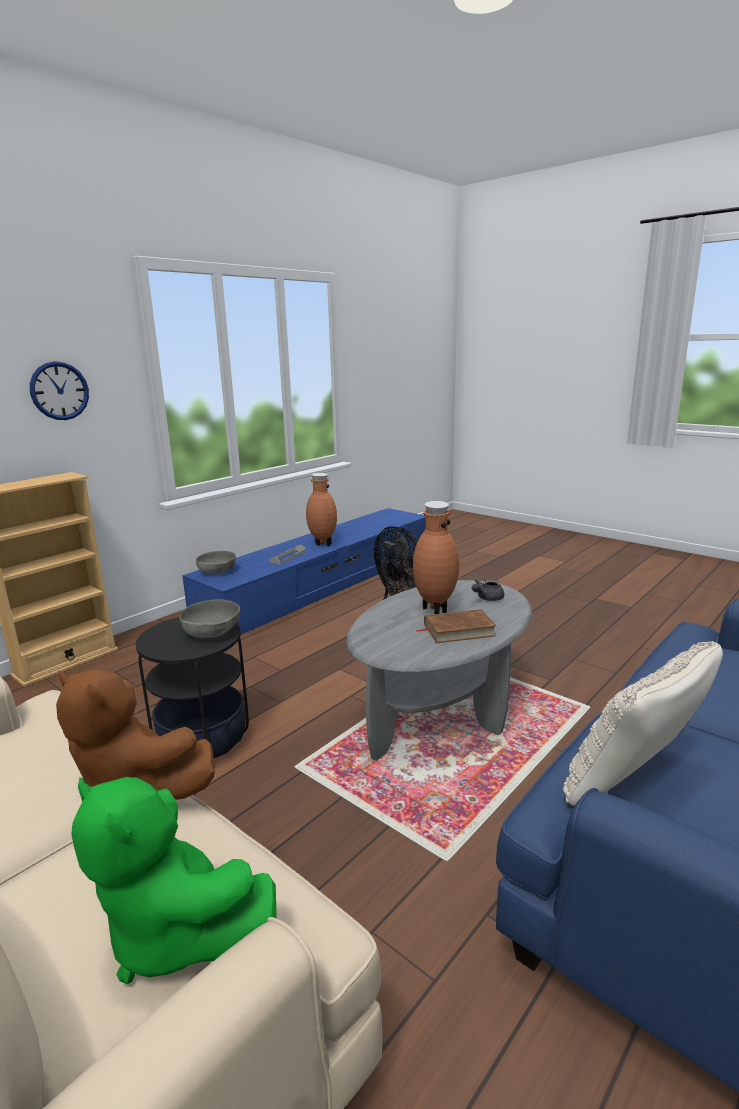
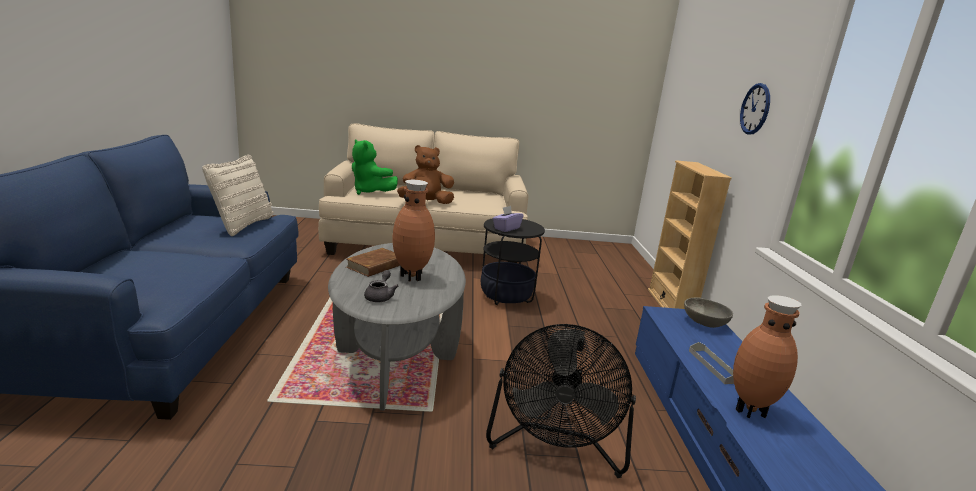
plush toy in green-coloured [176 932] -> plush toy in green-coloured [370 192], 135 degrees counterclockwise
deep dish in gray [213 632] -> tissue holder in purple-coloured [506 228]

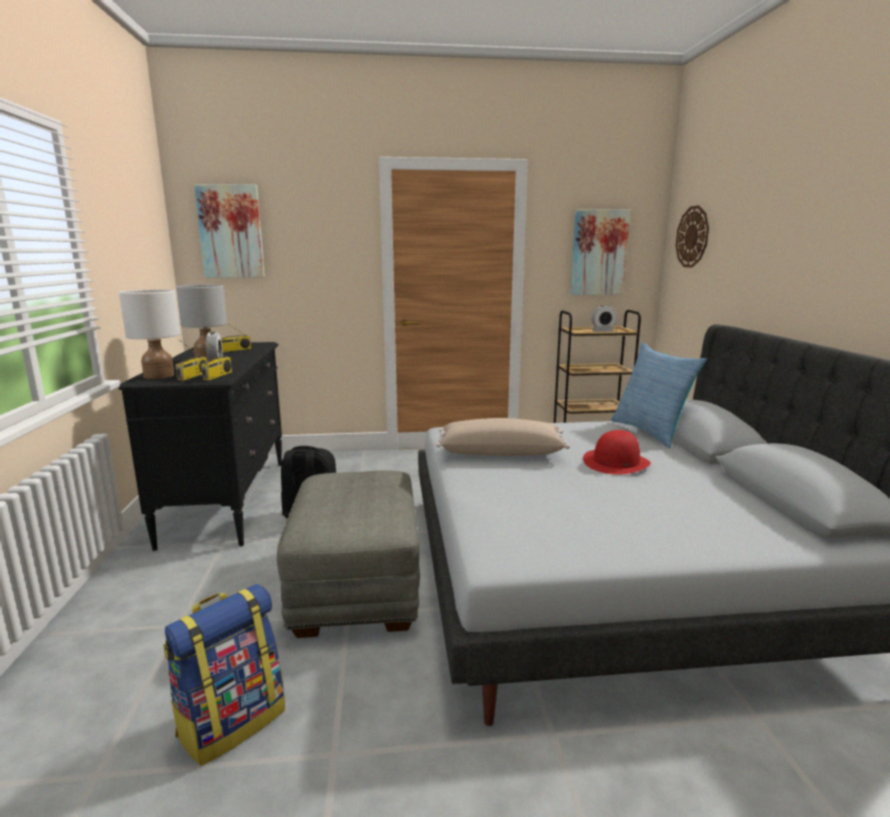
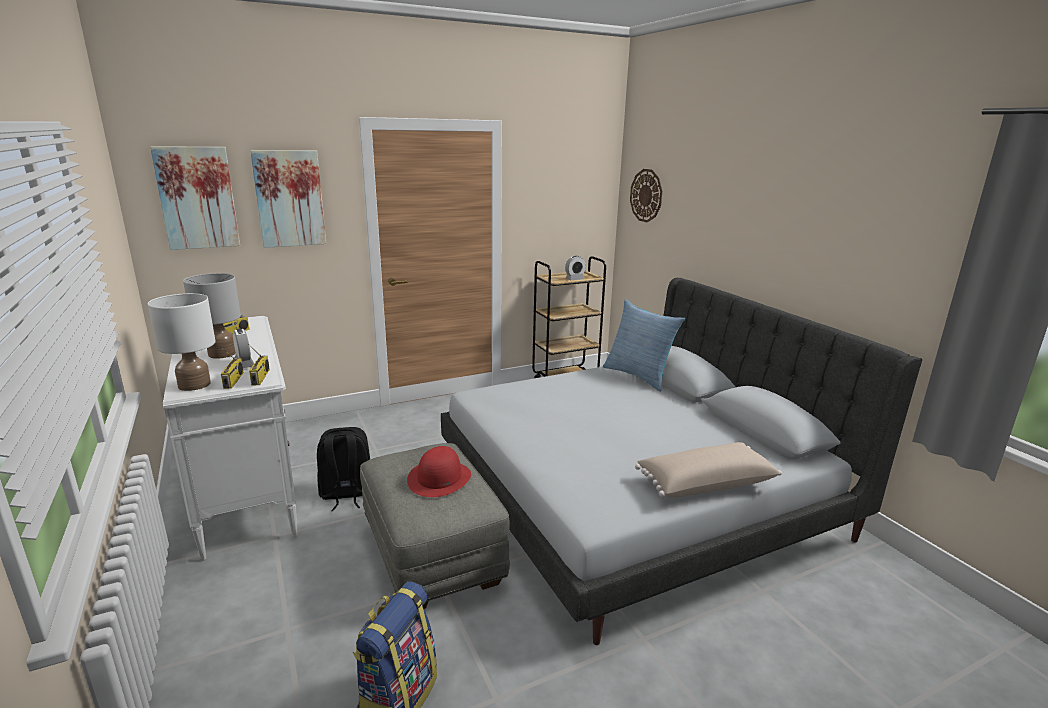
drawer chest in blackish [229 499] -> drawer chest in whitish [247 488]
wall art [598 252] -> wall art [289 199], relocated
wearable hat in red-coloured [616 462] -> wearable hat in red-coloured [439 478], relocated
pillow in beige-coloured [501 452] -> pillow in beige-coloured [704 483], relocated

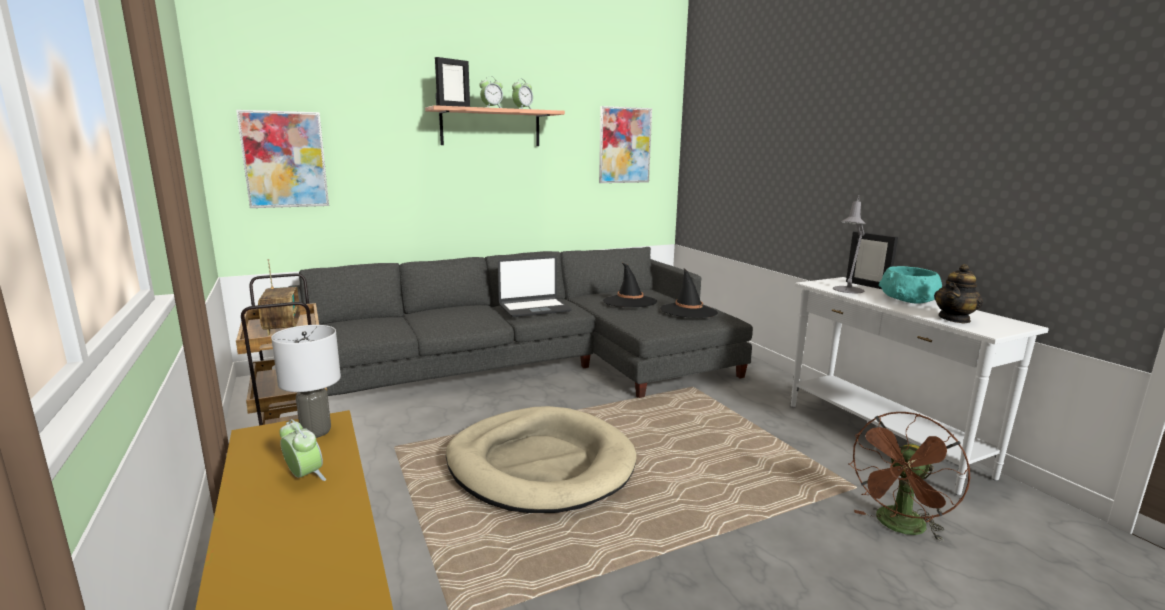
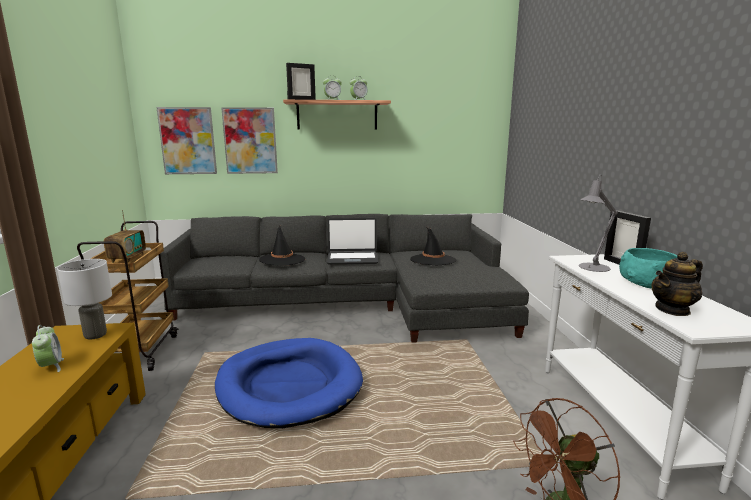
dog bed in beige-coloured [540 465] -> dog bed in blue-coloured [289 385]
wall art [624 145] -> wall art [250 141], relocated
wearable hat in blackish [688 311] -> wearable hat in blackish [282 260], relocated

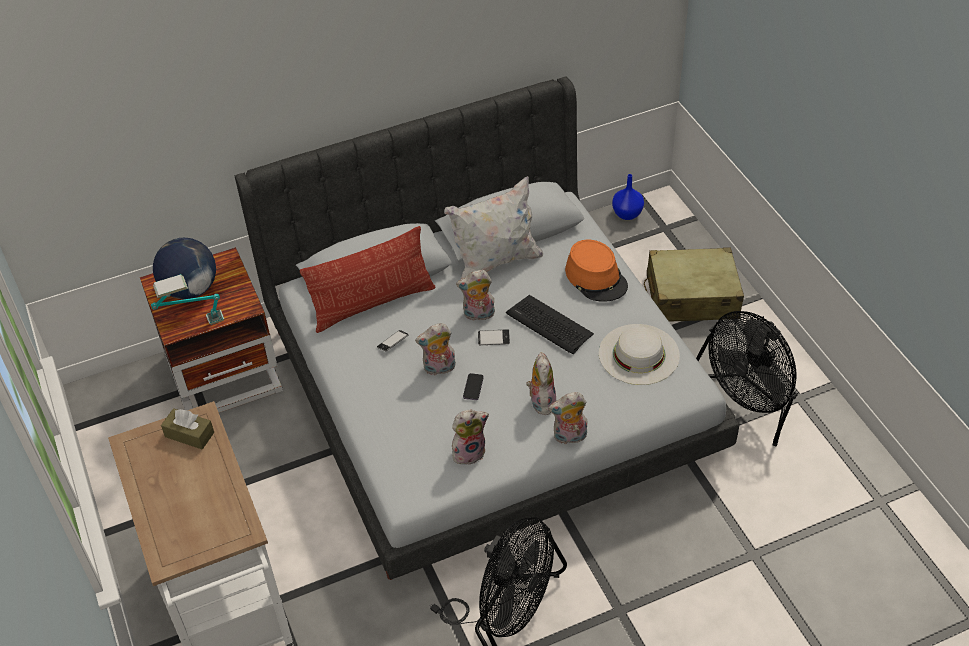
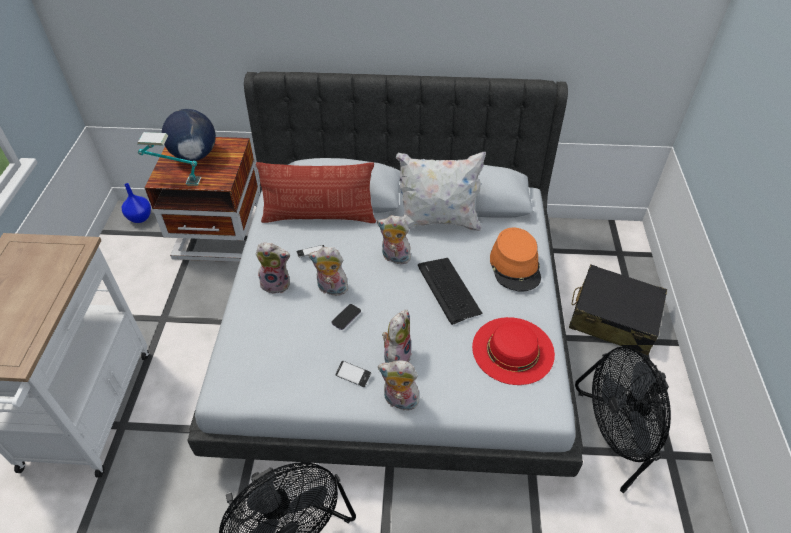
flower vase in blue-coloured [627 214] -> flower vase in blue-coloured [140 218], relocated
plush toy [469 452] -> plush toy [277 283], relocated
handset [493 339] -> handset [353 375], relocated
wearable hat in whitish [638 354] -> wearable hat in red-coloured [513 350]
suitcase in beige-coloured [691 297] -> suitcase in blackish [613 318]
tissue holder in brown-coloured [189 434] -> none

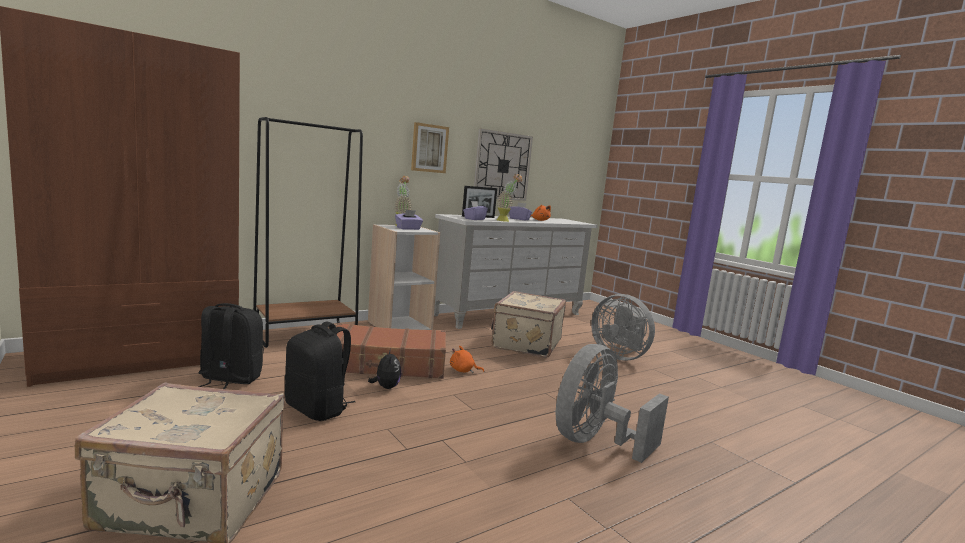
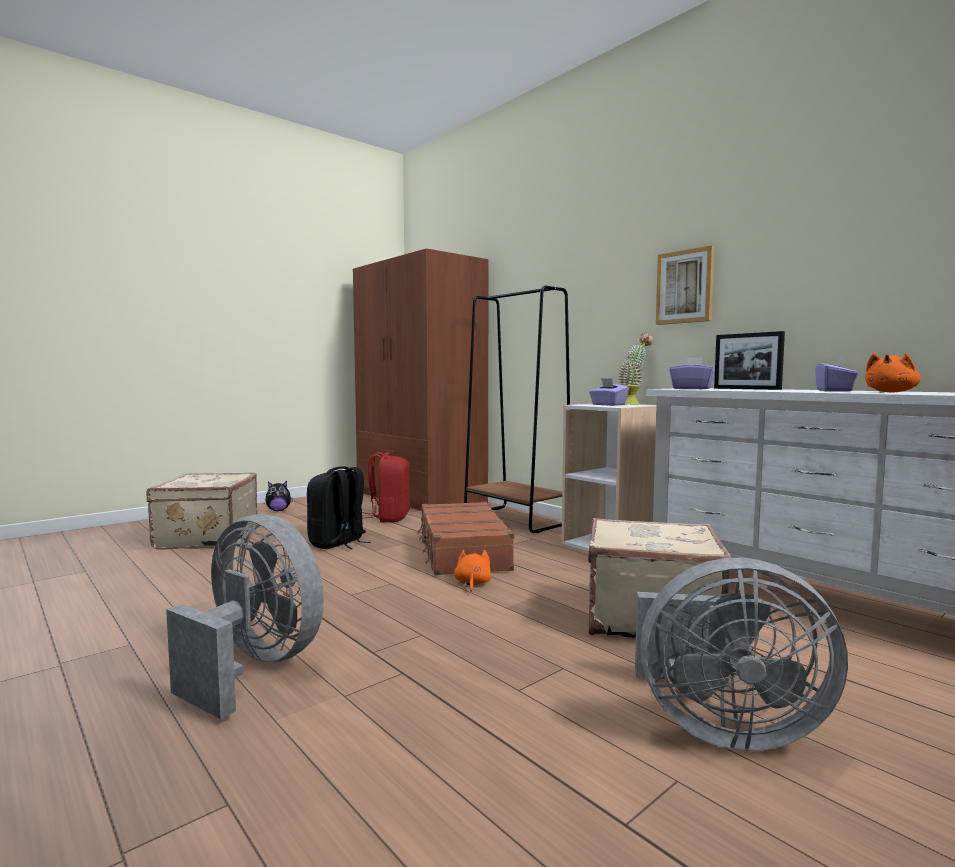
plush toy [386 387] -> plush toy [278 510], relocated
knapsack in blackish [229 379] -> knapsack in red-coloured [389 518]
electric fan in gray [619 356] -> electric fan in gray [721 728], 120 degrees counterclockwise
hanging clock [502 166] -> none
plant in a pot [506 221] -> none

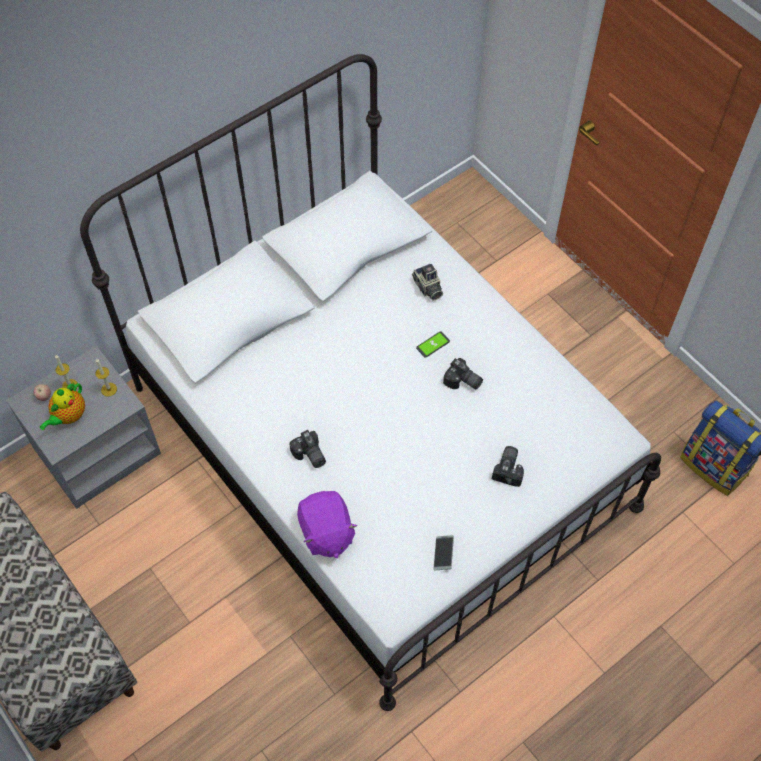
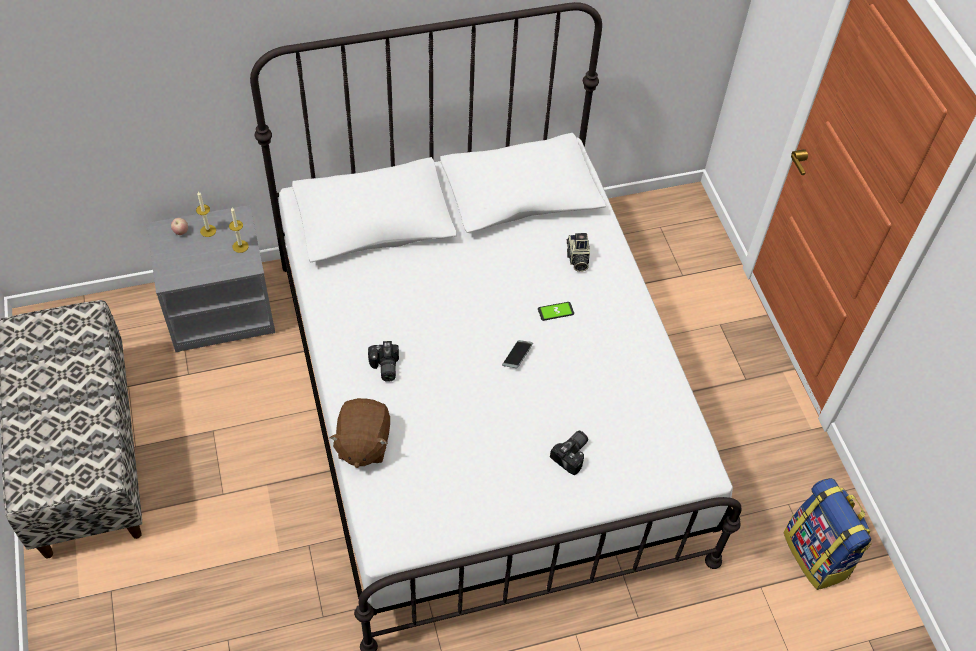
plush toy in purple-coloured [326 533] -> plush toy in brown-coloured [362 444]
handset [443 554] -> handset [517 356], relocated
teapot [68 416] -> none
photo camera [462 382] -> none

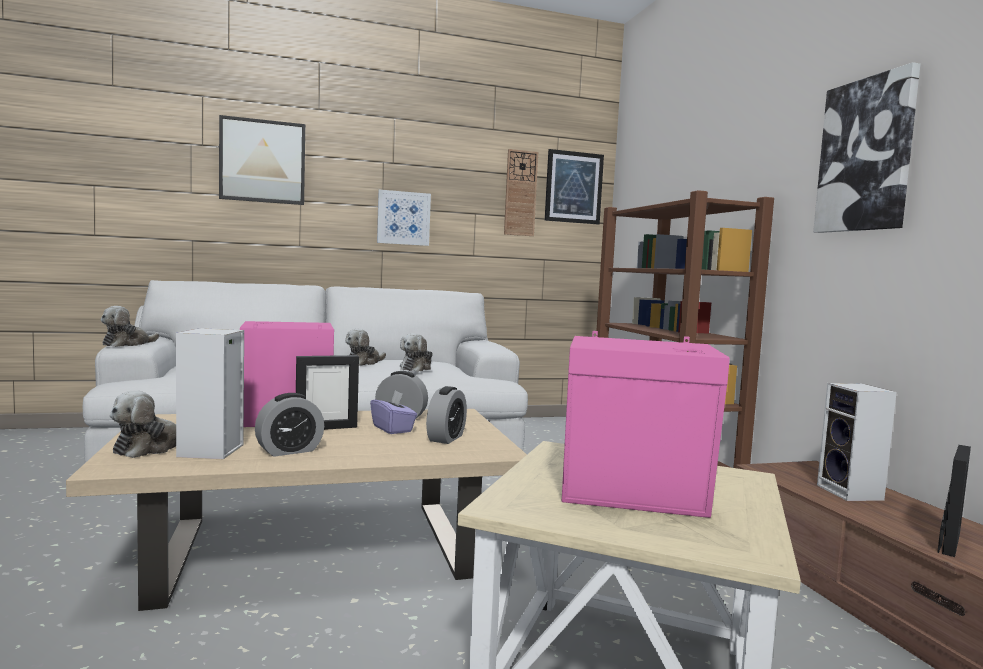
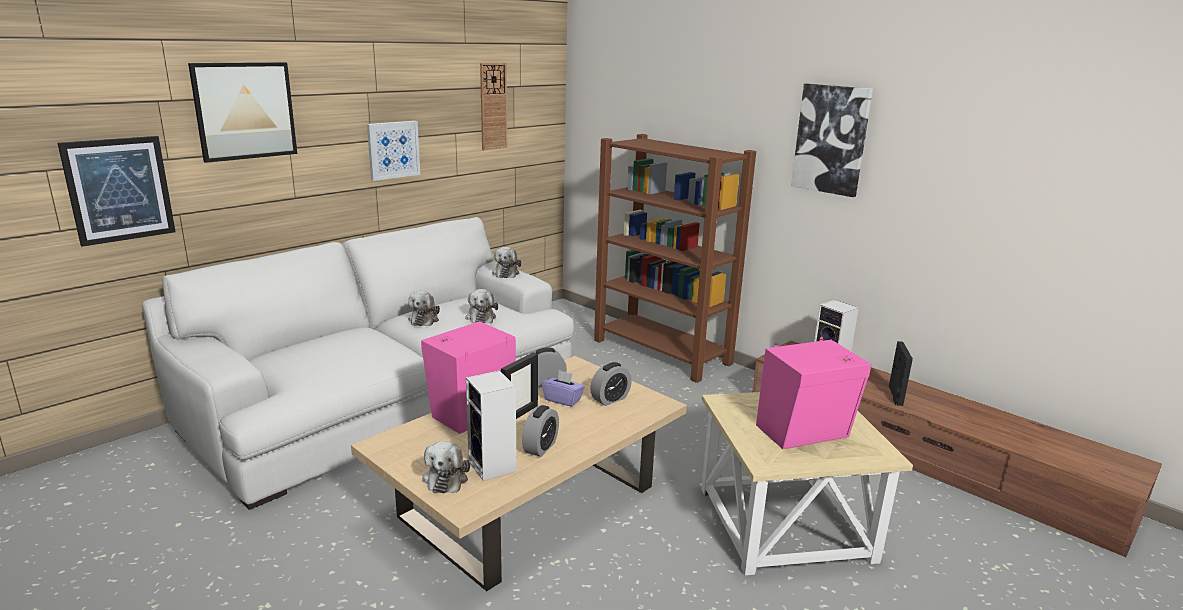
wall art [573 187] -> wall art [119 189], relocated
plush toy [127 344] -> plush toy [506 273], relocated
bedside clock [446 438] -> bedside clock [610 399], 60 degrees clockwise

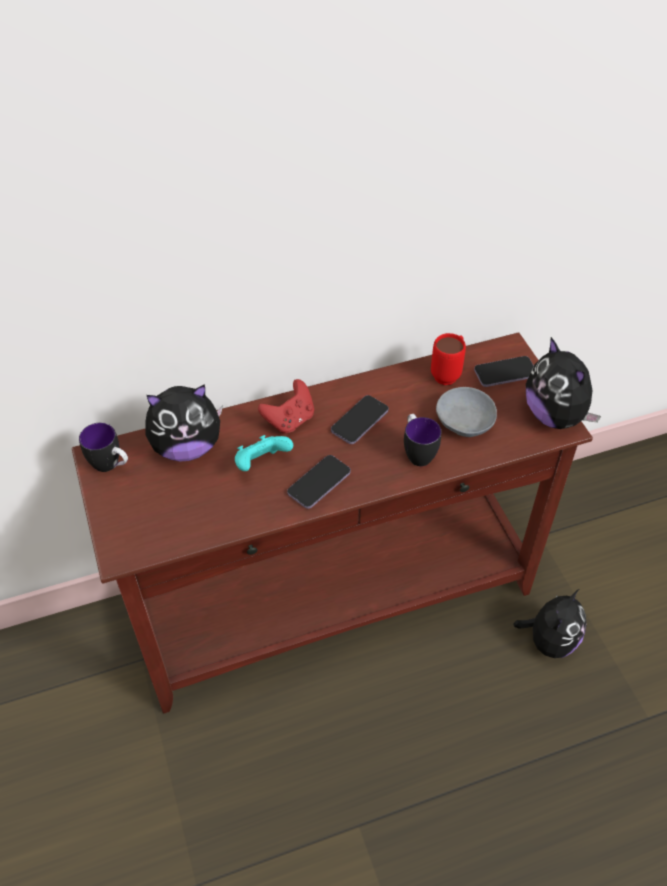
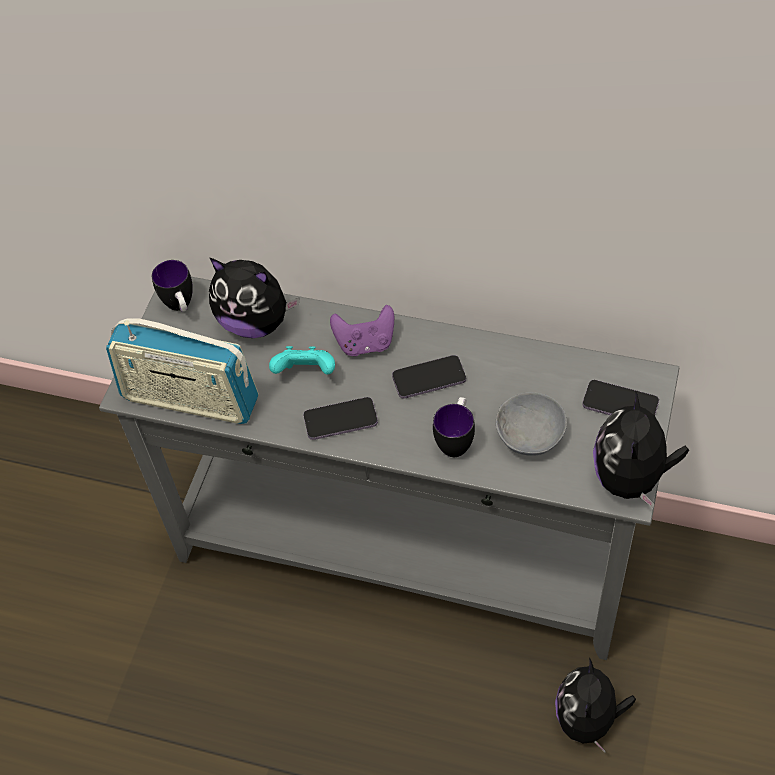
hall table in brown-coloured [334 597] -> hall table in gray [406 545]
none -> radio [190 400]
gamepad in red-coloured [290 420] -> gamepad in purple-coloured [365 343]
plush toy [549 640] -> plush toy [588 719], 120 degrees clockwise
mug in red-coloured [448 373] -> none

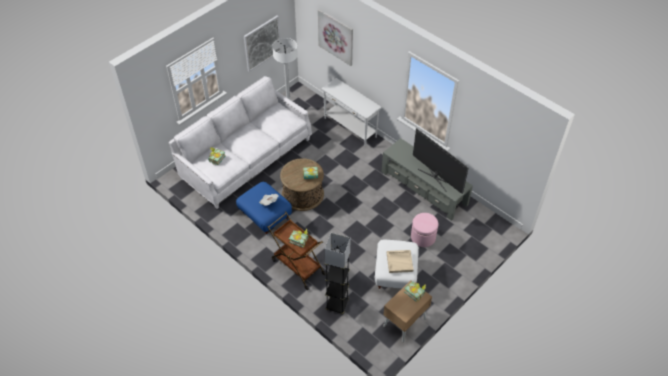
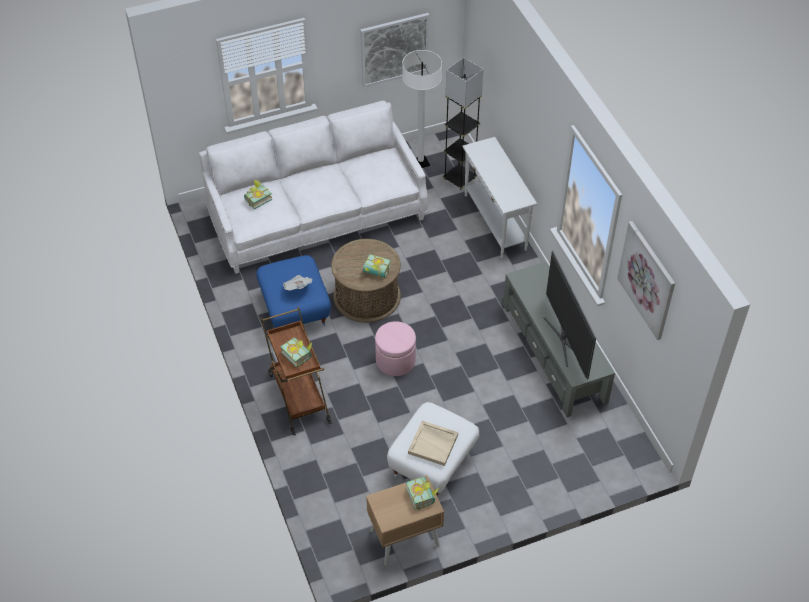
ottoman in pinkish [423 237] -> ottoman in pinkish [395 361], relocated
standing lamp in gray [337 305] -> standing lamp in gray [459 179], relocated
wall art [336 37] -> wall art [647 280], relocated

